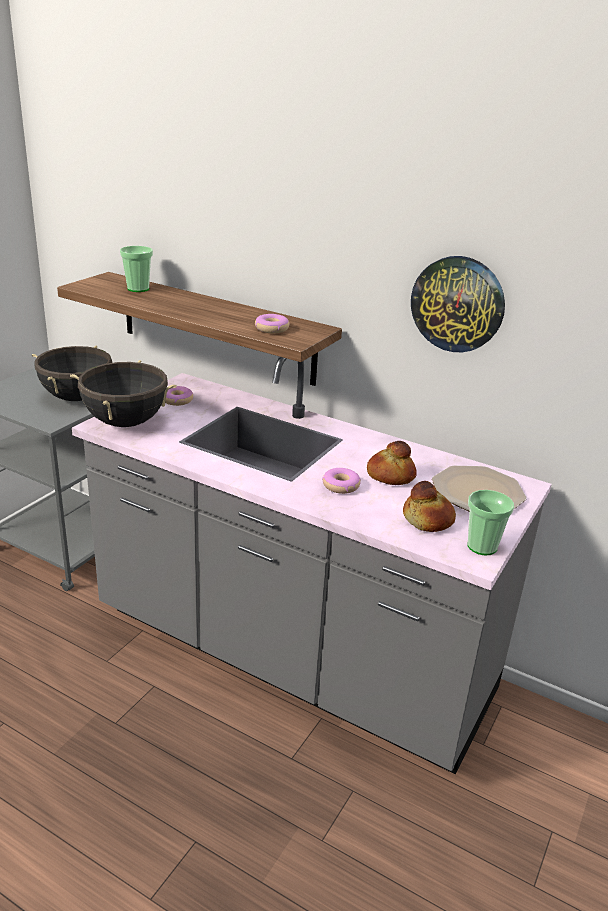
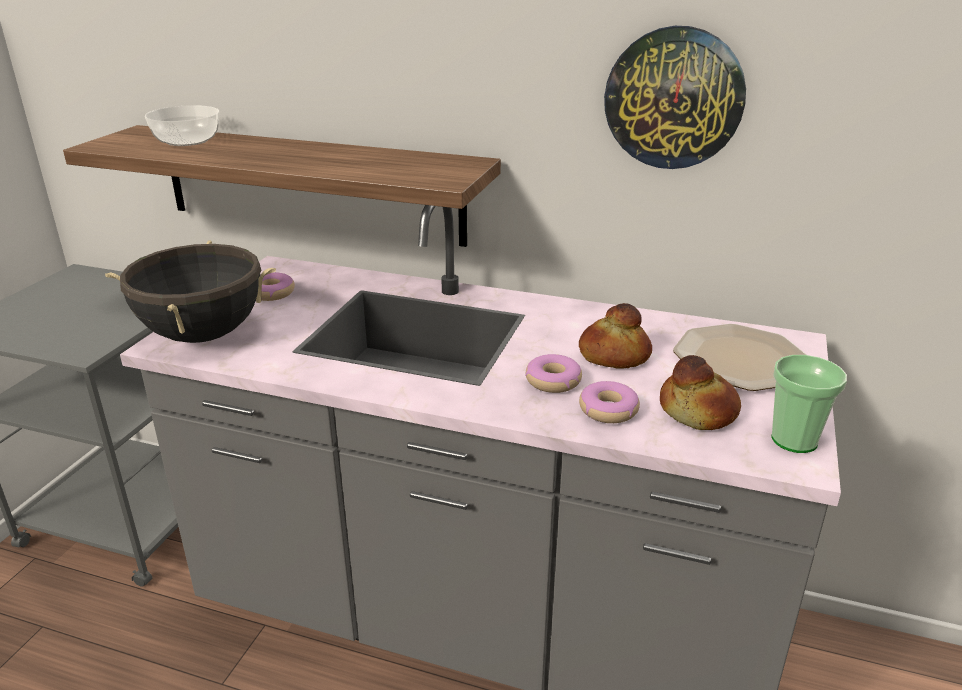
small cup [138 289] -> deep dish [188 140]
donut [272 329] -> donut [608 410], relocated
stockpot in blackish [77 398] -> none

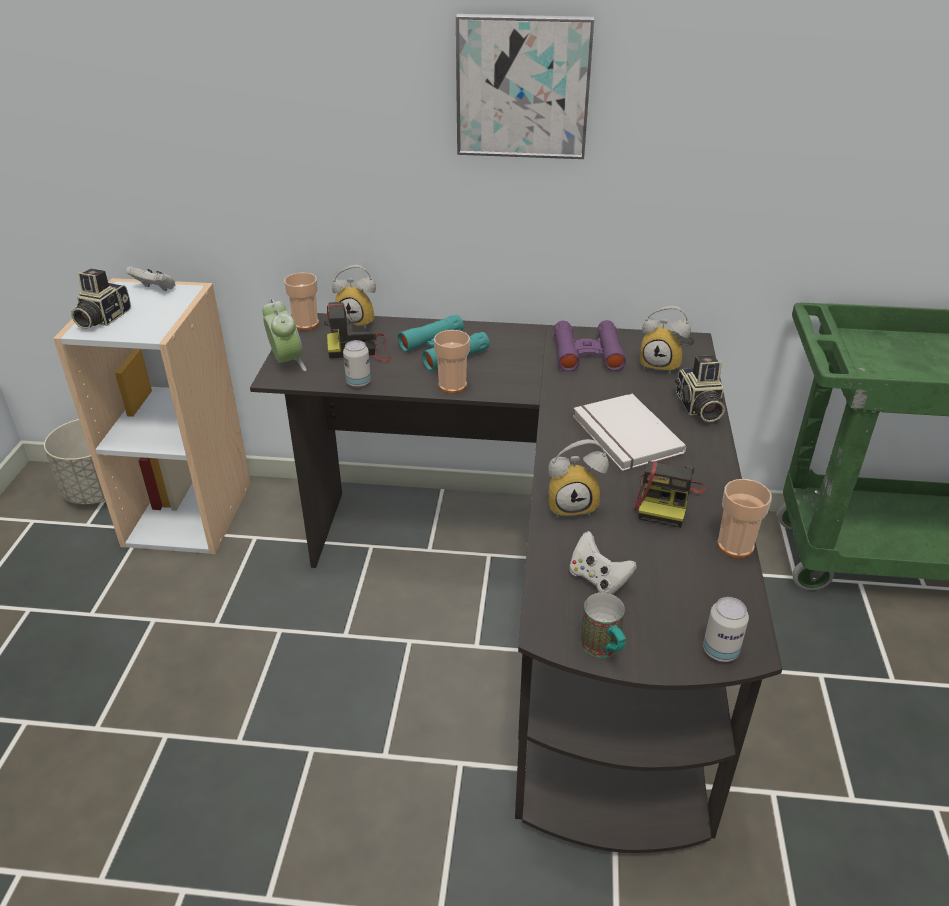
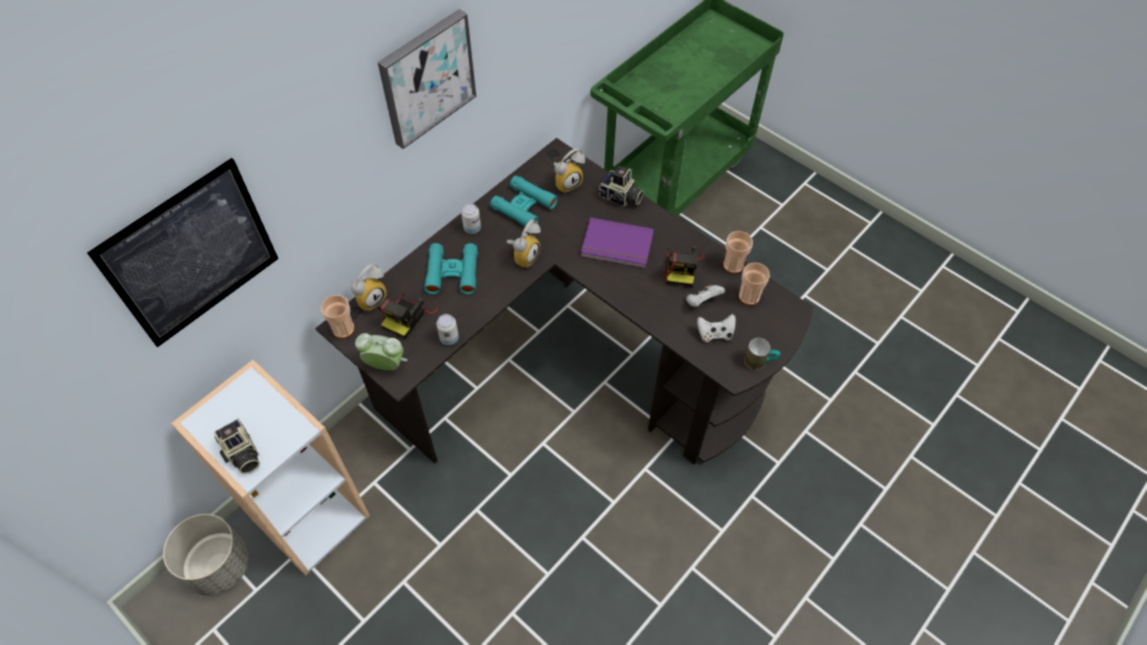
none -> wall art [192 254]
sealed can [720 651] -> sealed can [472 228], relocated
binoculars in purple-coloured [587 353] -> binoculars in blue-green [524 207]
bedside clock [573 504] -> bedside clock [524 255], relocated
book in whitish [624 436] -> book in purple-coloured [617 246]
photo camera [666 500] -> photo camera [682 267], 45 degrees clockwise
gamepad in whitish [155 289] -> gamepad in whitish [702 301], relocated
small cup [452 385] -> small cup [749 296], relocated

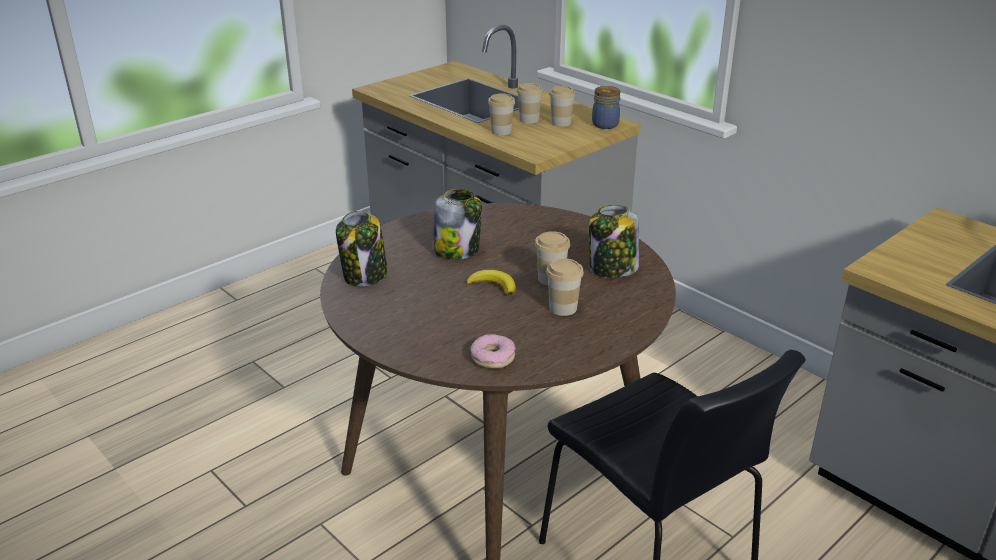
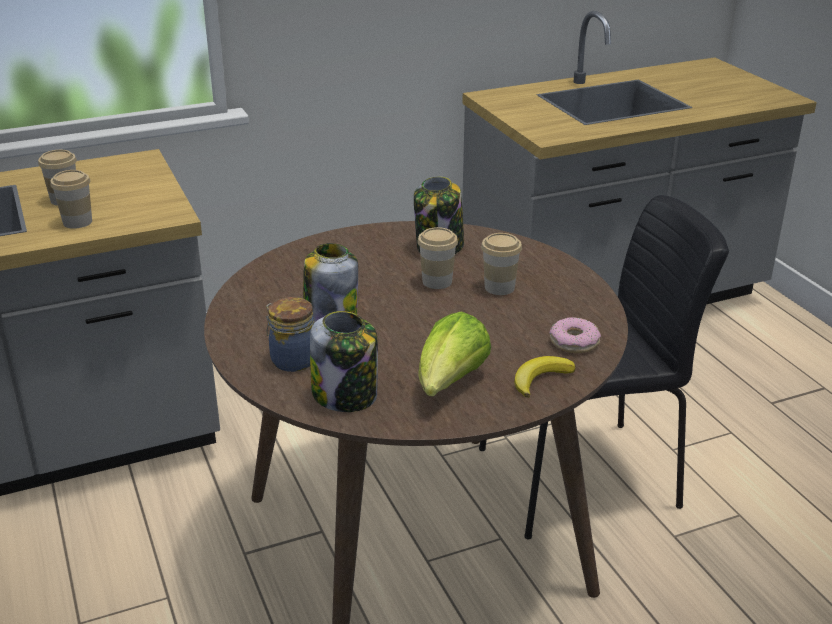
storage jar [605 124] -> storage jar [292 360], relocated
none -> lettuce [450 383]
whole banana [493 285] -> whole banana [540 379], relocated
small cup [561 123] -> none

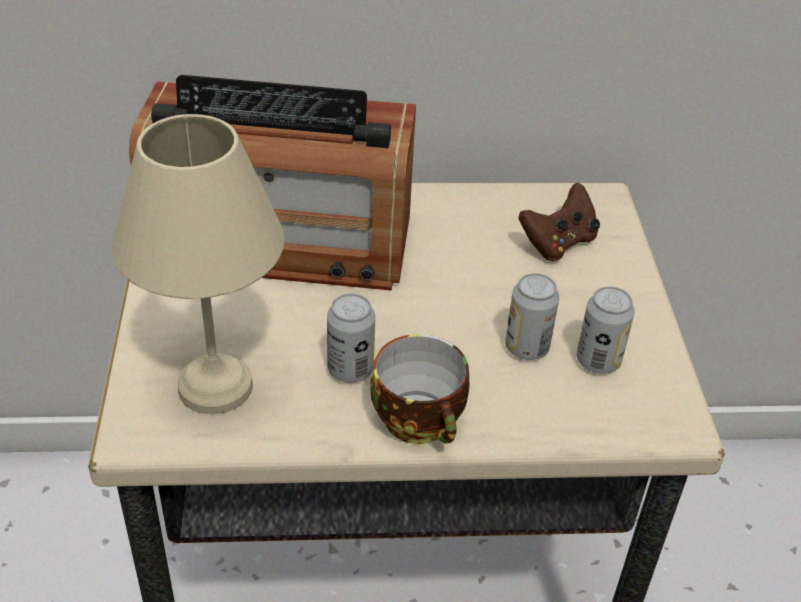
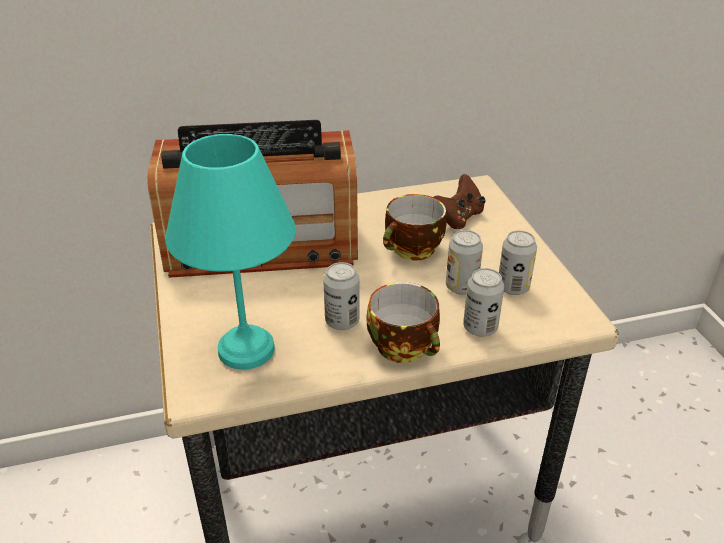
table lamp in beige-coloured [219 387] -> table lamp in blue-green [249 350]
none -> small cup [413 251]
none -> sealed can [480 327]

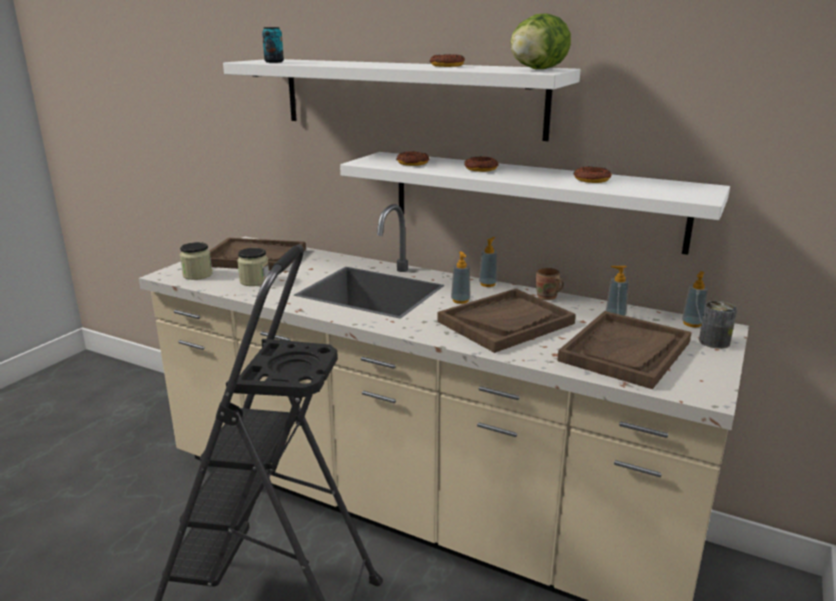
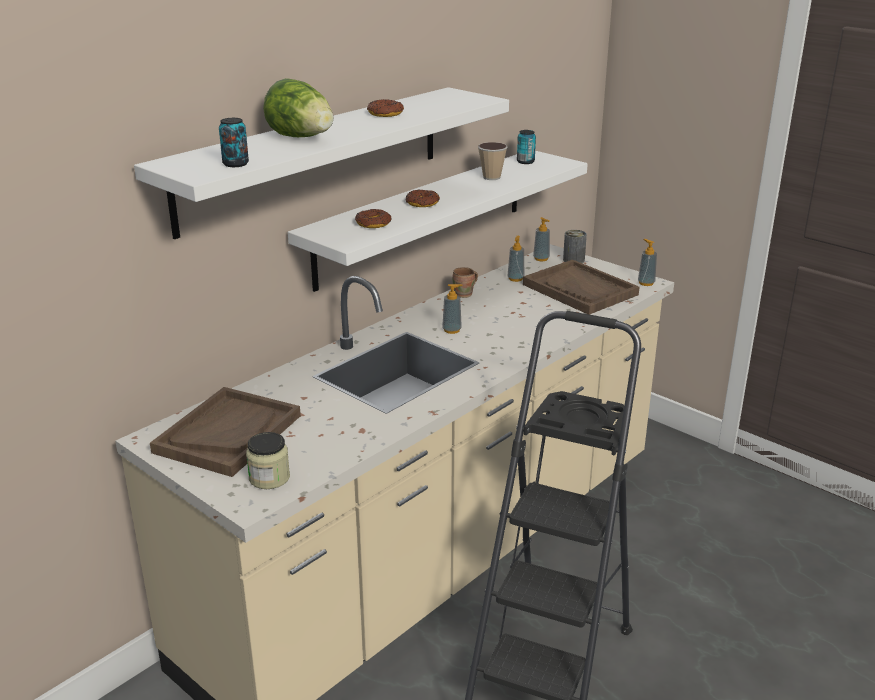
lettuce [536 70] -> lettuce [302 138], relocated
donut [591 180] -> small cup [491 177]
none -> sealed can [525 162]
liquid soap bottle [488 284] -> liquid soap bottle [646 283], relocated
storage jar [254 281] -> none
serving tray in brown-coloured [505 322] -> none

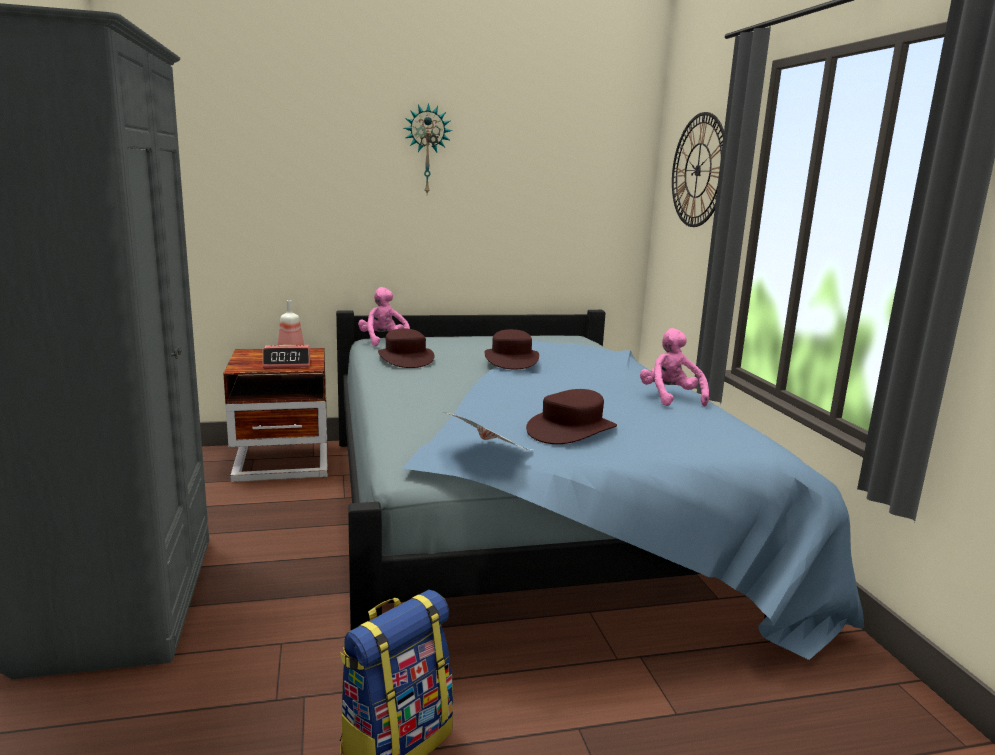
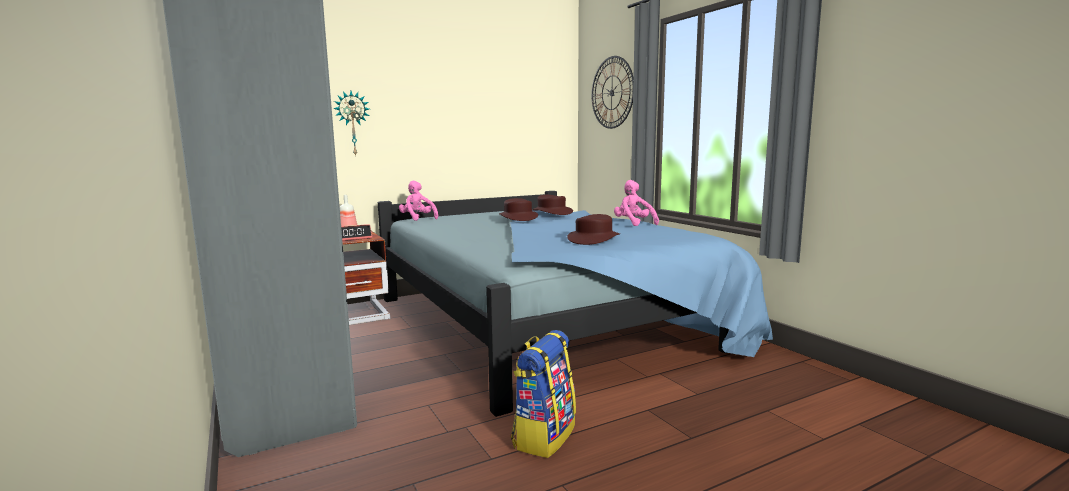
hanging clock [427 150] -> hanging clock [352 123], relocated
wearable hat in brown-coloured [405 358] -> wearable hat in brown-coloured [551 212], relocated
newspaper [488 456] -> none

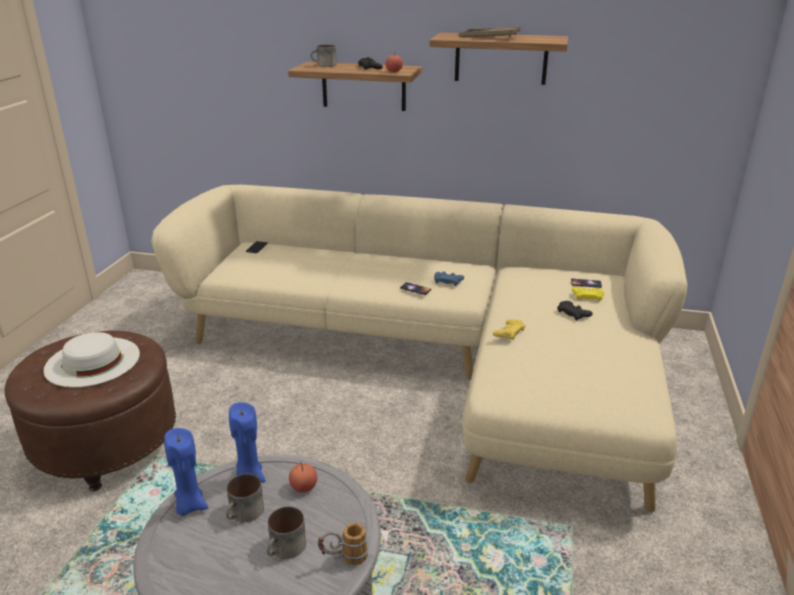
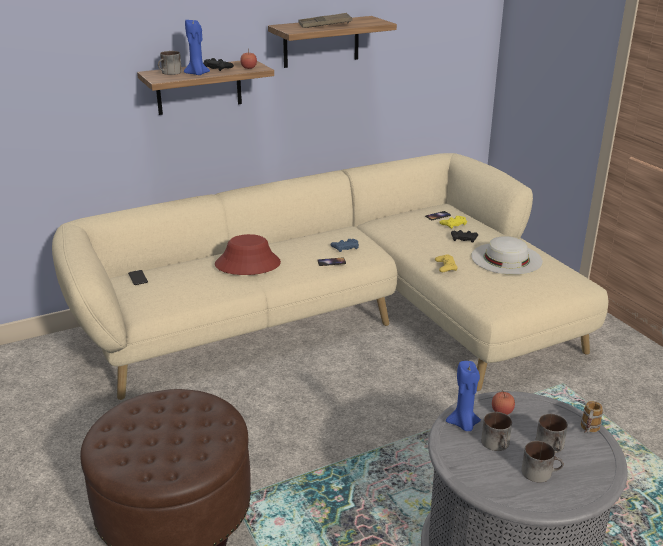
candle in blue-coloured [190 505] -> candle in blue-coloured [197 74], relocated
none -> wearable hat in red-coloured [248 264]
wearable hat in whitish [92 361] -> wearable hat in whitish [506 258], relocated
none -> mug [540 472]

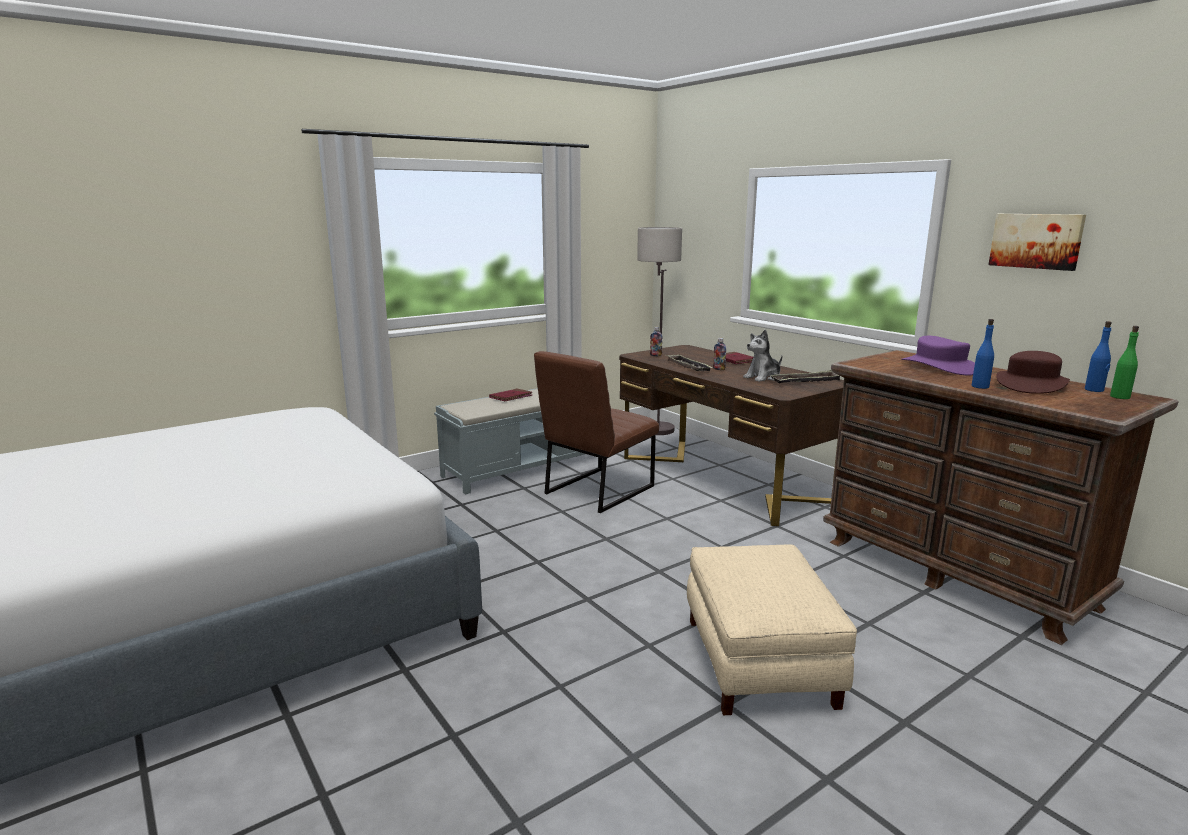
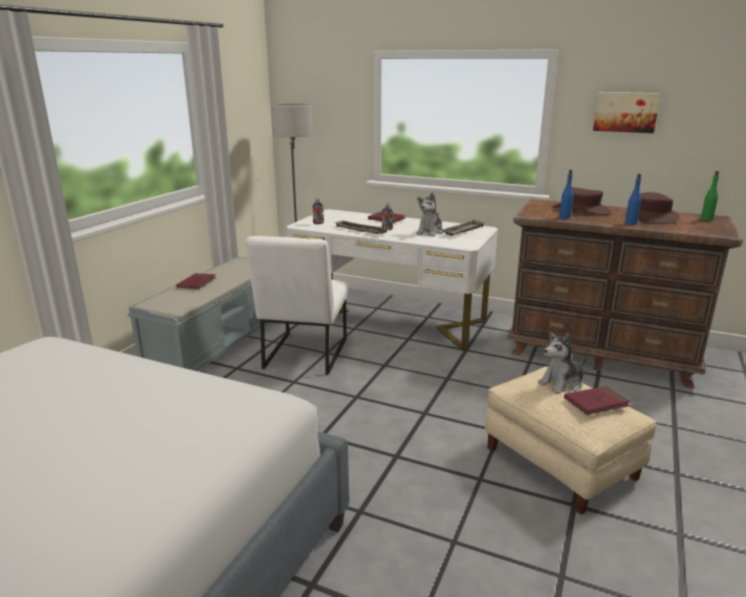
upright chair in brown-coloured [597 490] -> upright chair in whitish [304 354]
desk unit in brown-coloured [721 478] -> desk unit in whitish [390 320]
none -> plush toy [562 383]
wearable hat in purple-coloured [939 366] -> wearable hat in brown-coloured [581 210]
beverage bottle in blue-coloured [1094 390] -> beverage bottle in blue-coloured [565 217], relocated
none -> book in red-coloured [596 403]

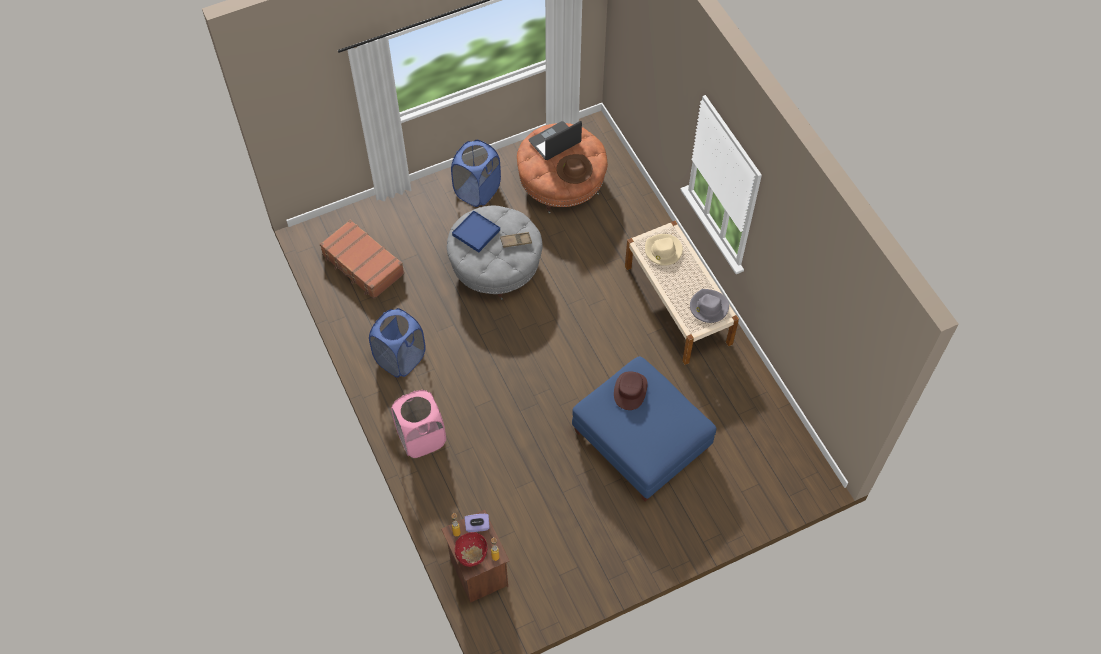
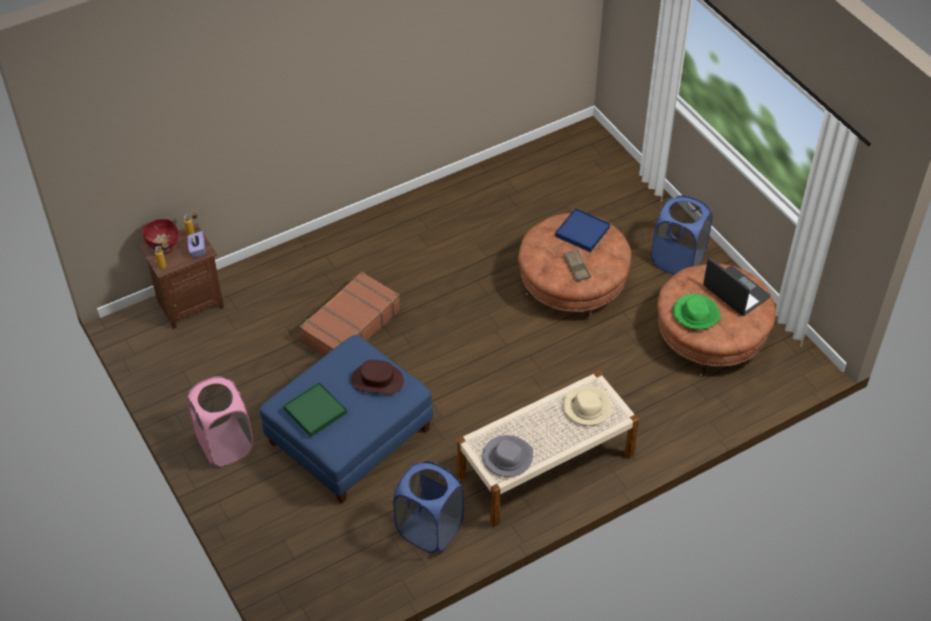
washing basket in pinkish [421 438] -> washing basket in pinkish [225 444], relocated
none -> serving tray in green-coloured [315 411]
suitcase in brown-coloured [363 265] -> suitcase in brown-coloured [350 326], relocated
washing basket in blue-coloured [400 358] -> washing basket in blue-coloured [429 529], relocated
ottoman in gray [496 266] -> ottoman in brown-coloured [572 286]
wearable hat in brown-coloured [574 170] -> wearable hat in green-coloured [696 314]

